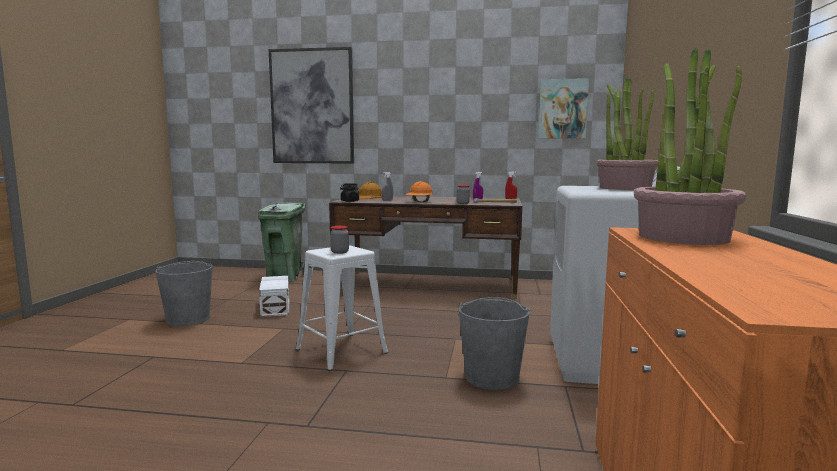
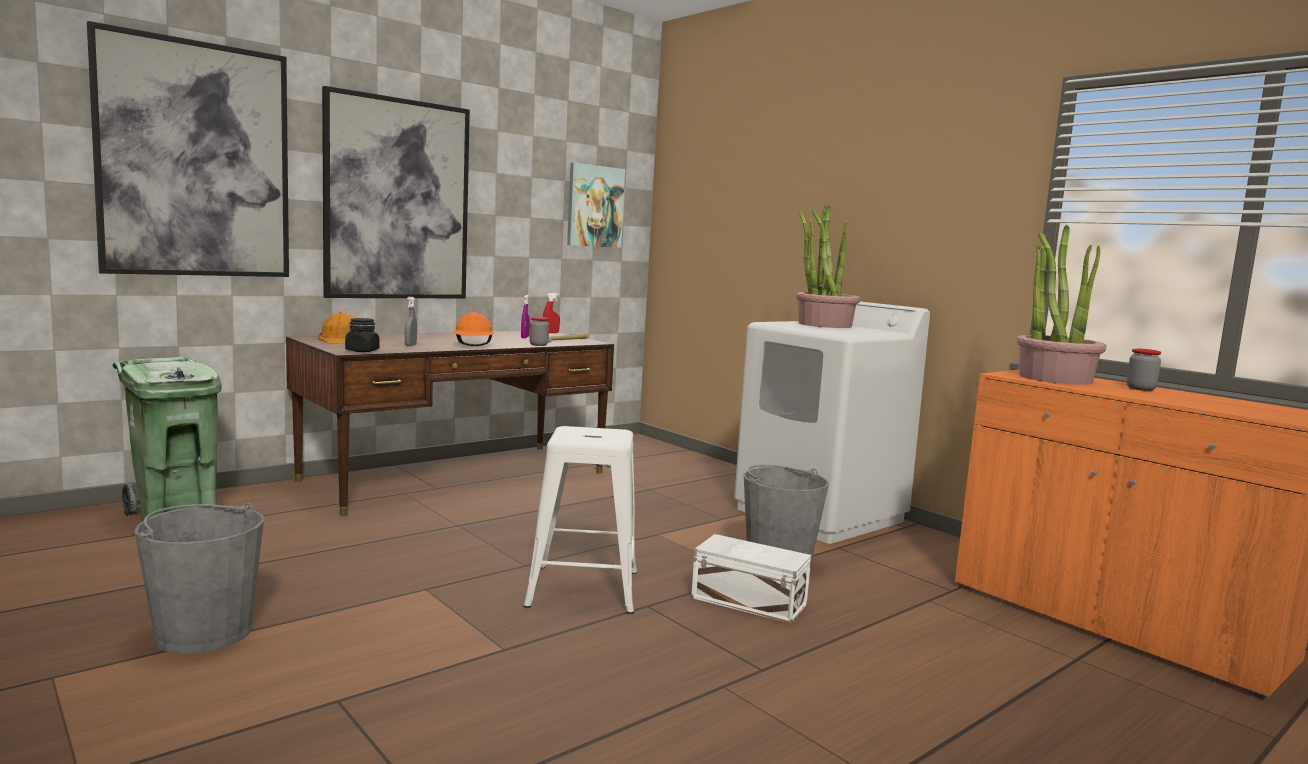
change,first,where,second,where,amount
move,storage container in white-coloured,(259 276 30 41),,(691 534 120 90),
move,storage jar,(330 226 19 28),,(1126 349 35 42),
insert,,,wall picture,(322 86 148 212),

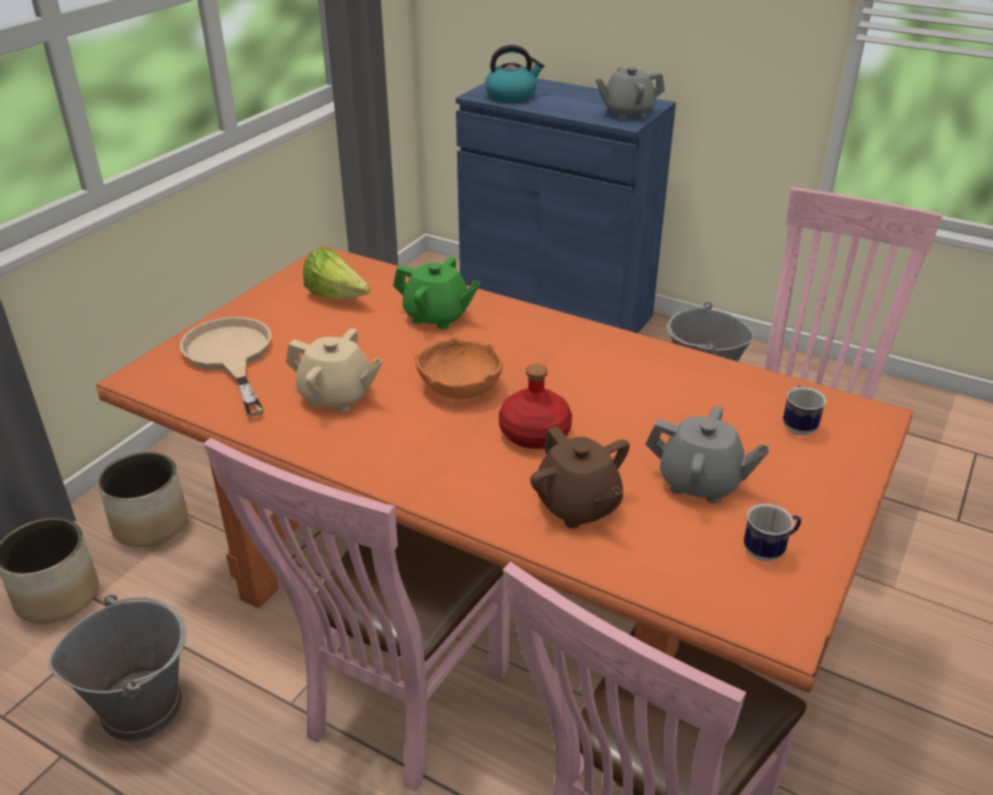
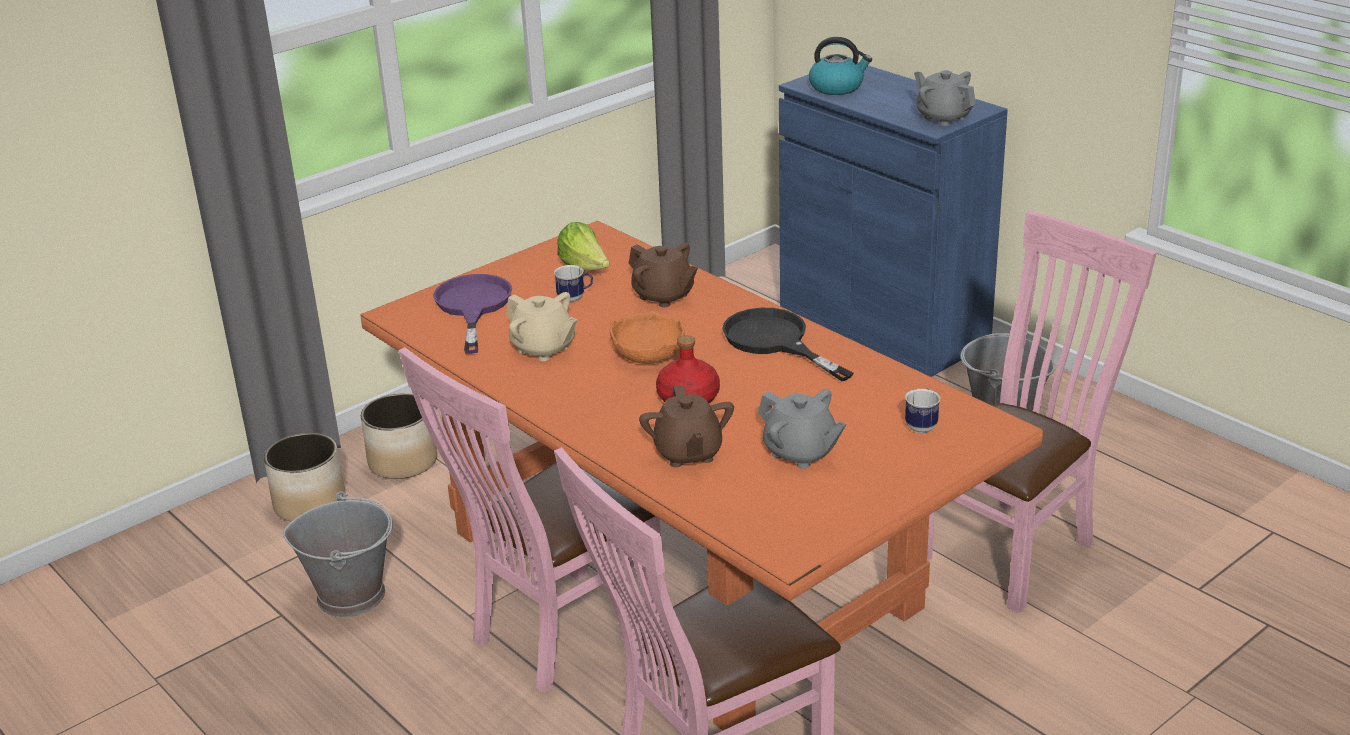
change,first,where,second,where,amount
recolor,skillet in sand-coloured,(180 317 92 100),skillet in purple,(433 274 79 80),
recolor,pot for tea in green-coloured,(393 257 88 72),pot for tea in brown-coloured,(629 243 69 64),
rotate,pot for tea in grey,(596 67 69 52),,(914 70 62 56),45 degrees clockwise
move,tea mug,(744 503 57 58),,(554 265 39 38),
insert,,,skillet in black-coloured,(722 308 131 73),

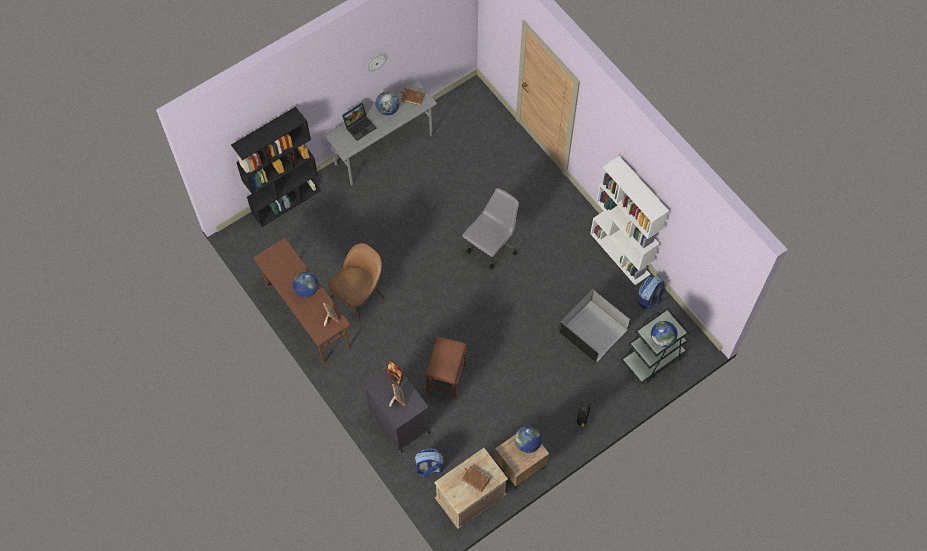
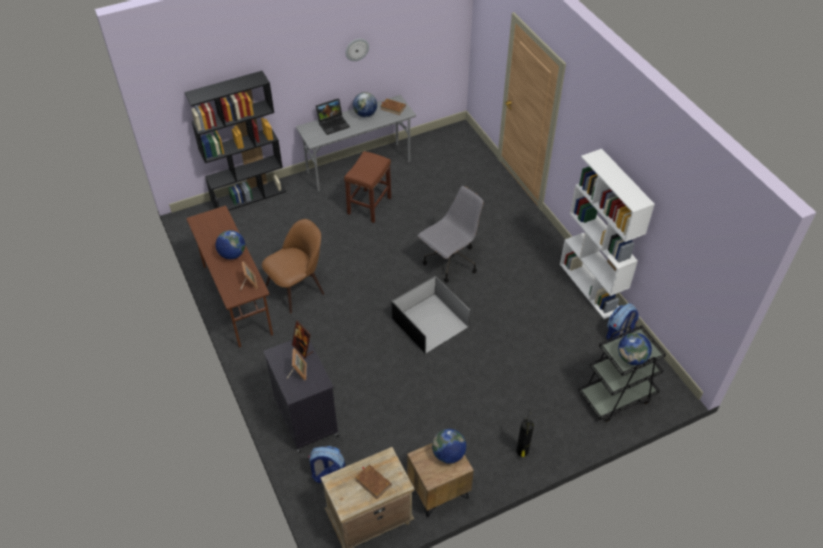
change,first,where,second,where,amount
move,stool seat in brown-coloured,(425 337 42 63),,(344 151 47 72),
move,storage container in black-coloured,(559 289 71 73),,(392 275 78 78),

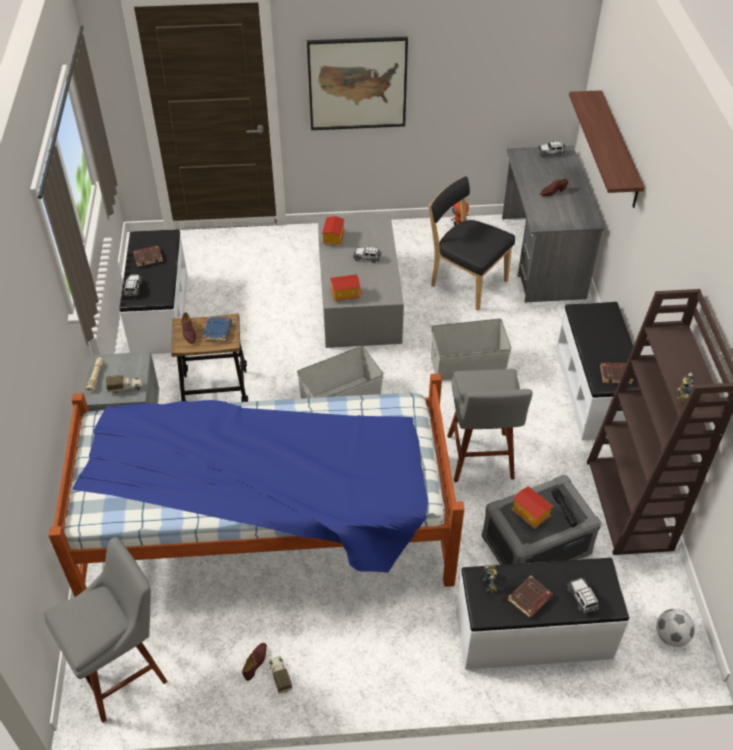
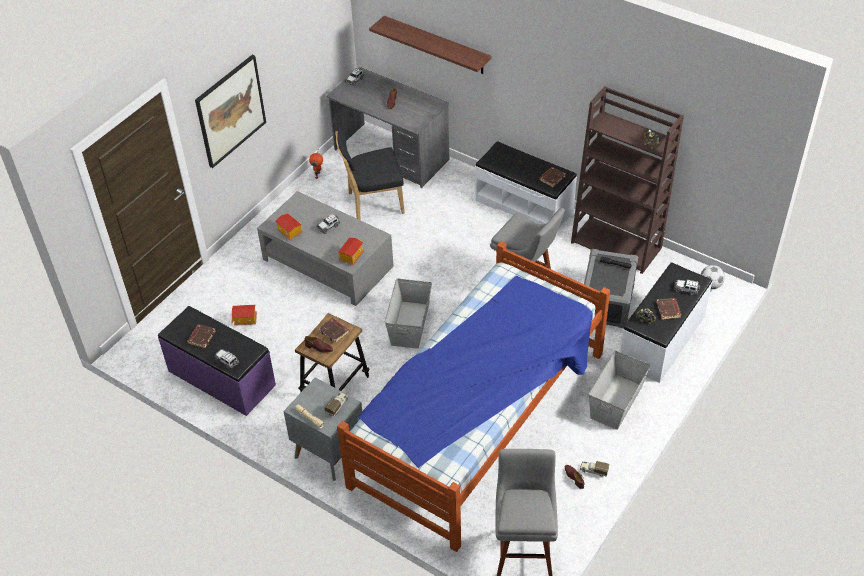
change,first,where,second,where,amount
recolor,bench in white-coloured,(119 229 69 125),bench in purple,(158 306 118 110),
recolor,volume in blue-coloured,(203 317 29 24),volume in brown-coloured,(318 318 32 25),
move,storage container in grey,(431 319 81 61),,(588 351 63 79),
move,miniature house,(512 486 41 43),,(232 305 25 21),

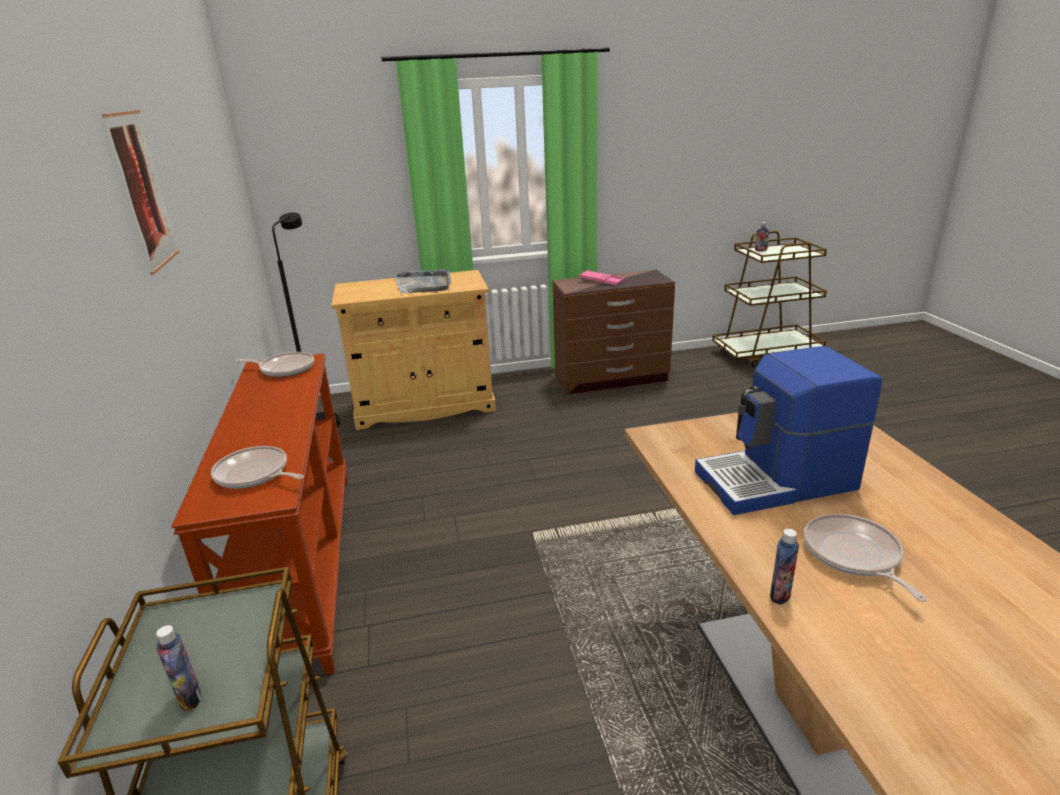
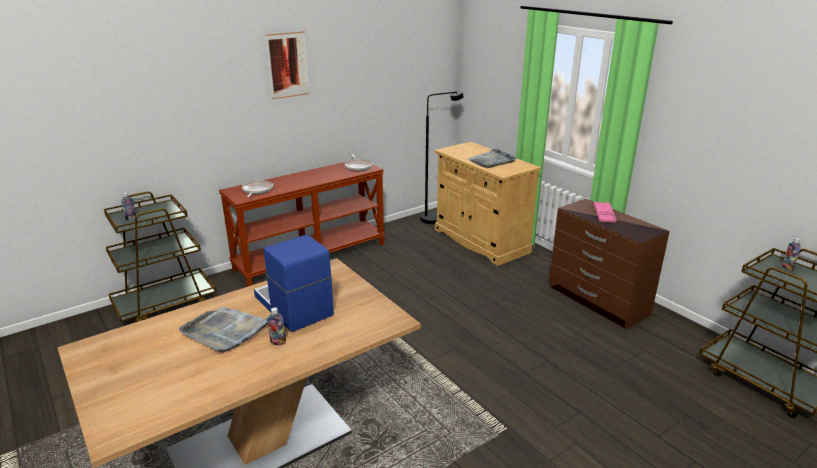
change,first,where,second,where,amount
move,bottle,(770 529 29 76),,(267 307 19 38),
replace,skillet,(804 514 123 88),tray in grey,(179 307 89 46),

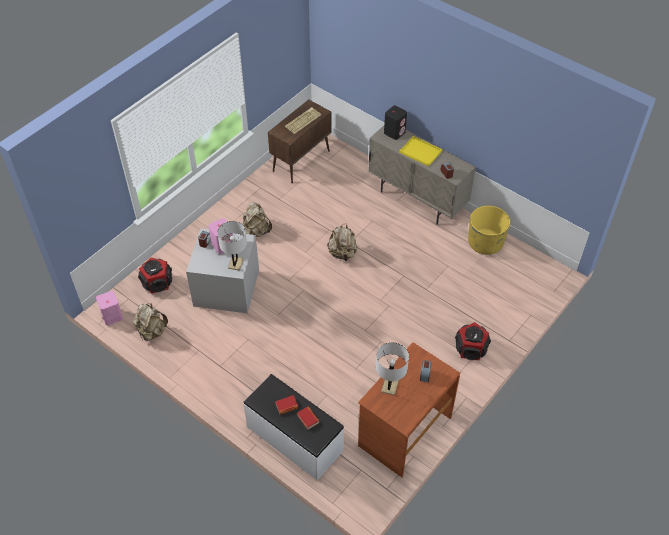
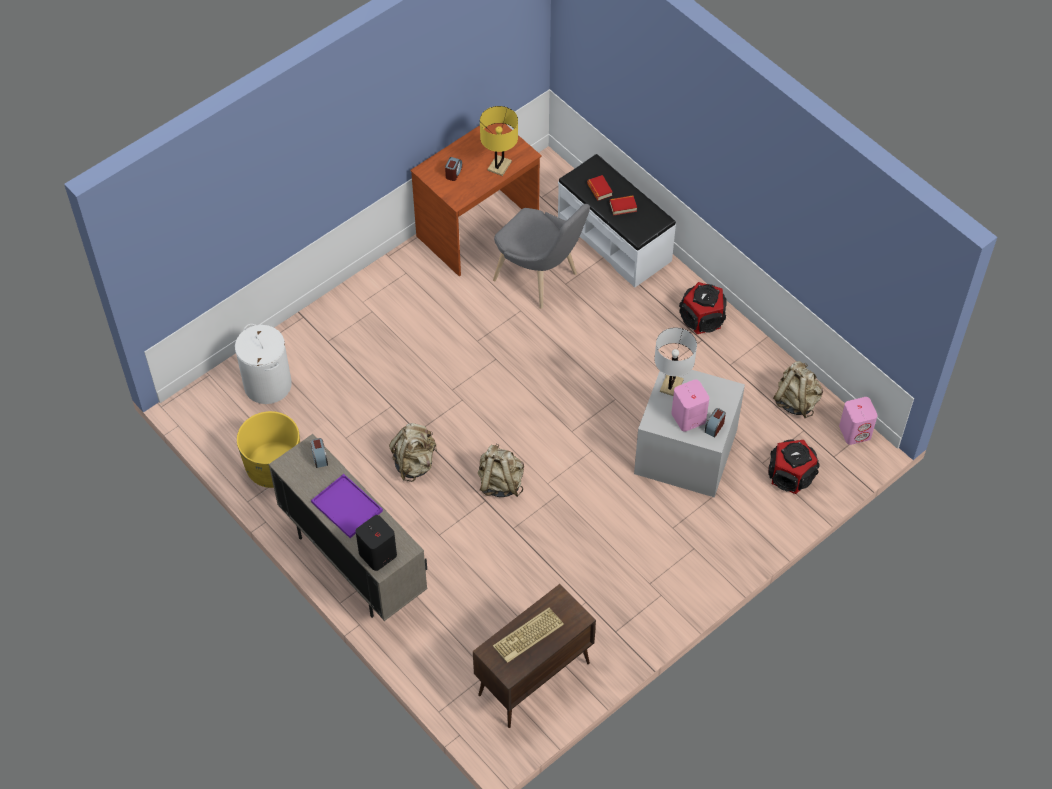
change,first,where,second,where,amount
move,backpack in sand-coloured,(243 202 29 35),,(389 423 48 59),
recolor,tabletop lamp in white-coloured,(376 342 33 54),tabletop lamp in yellow-coloured,(480 106 38 70),
recolor,tray in yellow-coloured,(399 136 43 30),tray in purple,(311 474 72 64),
move,speaker,(455 322 36 38),,(679 282 48 52),
insert,,,hamper in white-coloured,(235 324 57 80),
insert,,,upright chair in grey,(493 204 97 105),

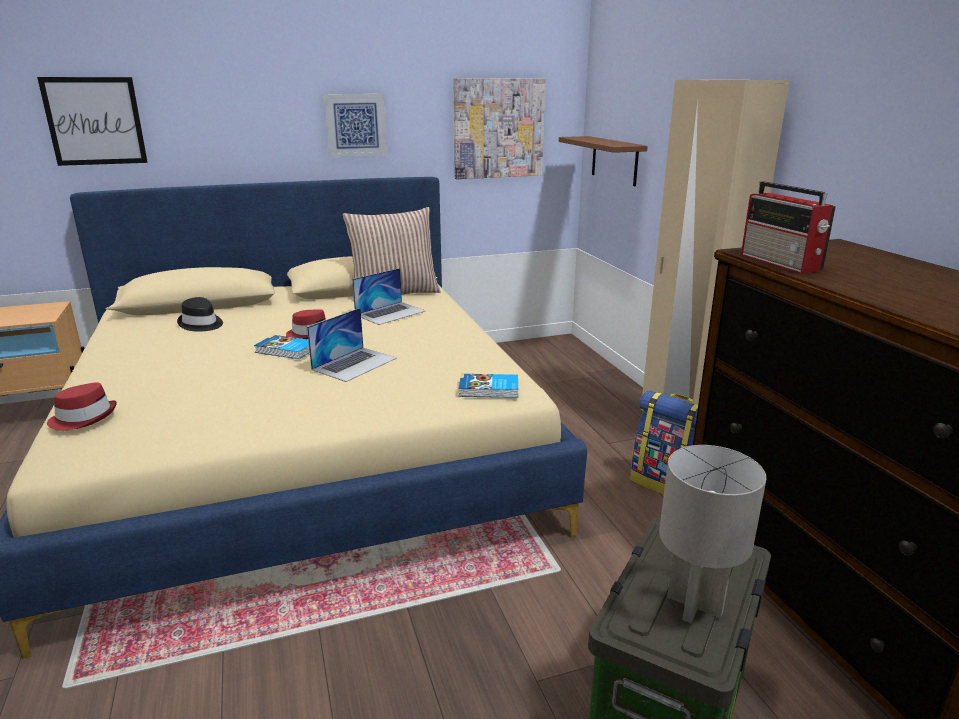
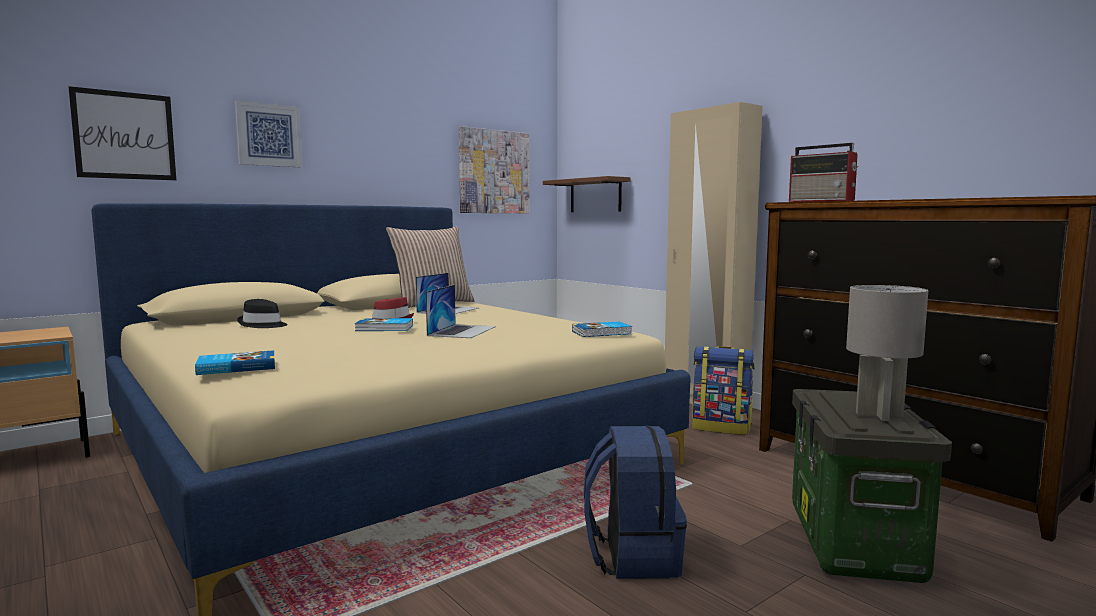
change,first,where,second,where,amount
replace,hat in red-coloured,(47 382 70 49),volume,(195 350 80 25),
move,wall picture,(324 94 63 63),,(235 101 67 66),
insert,,,backpack in blue-coloured,(584 426 103 153),

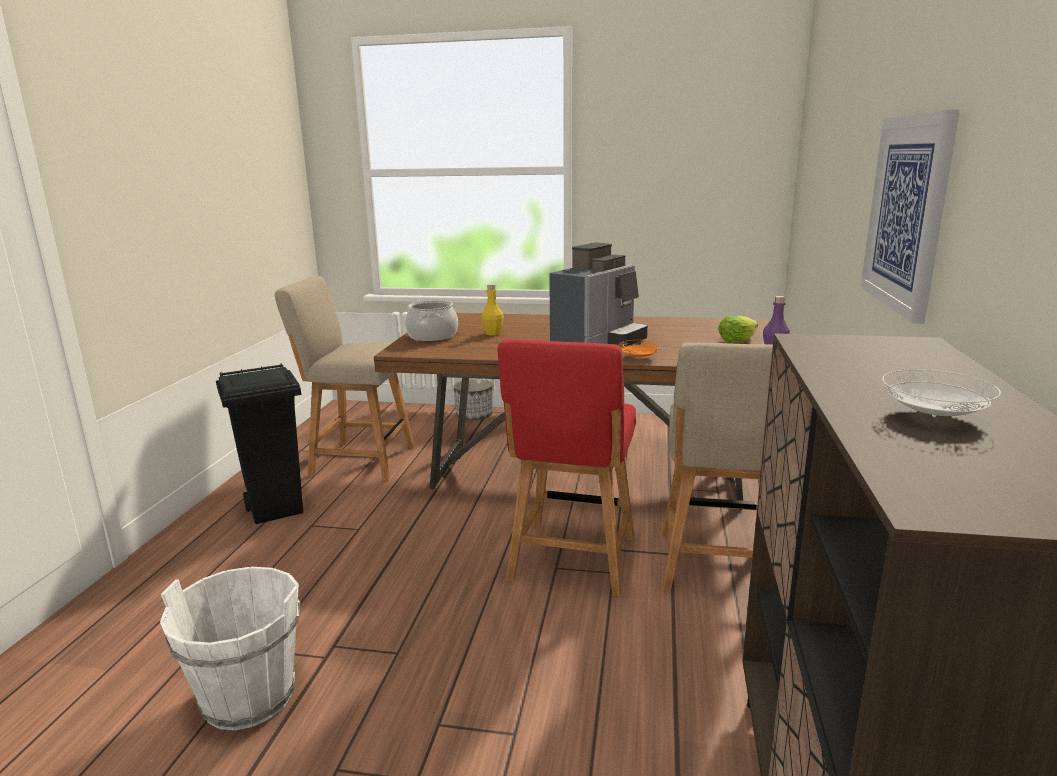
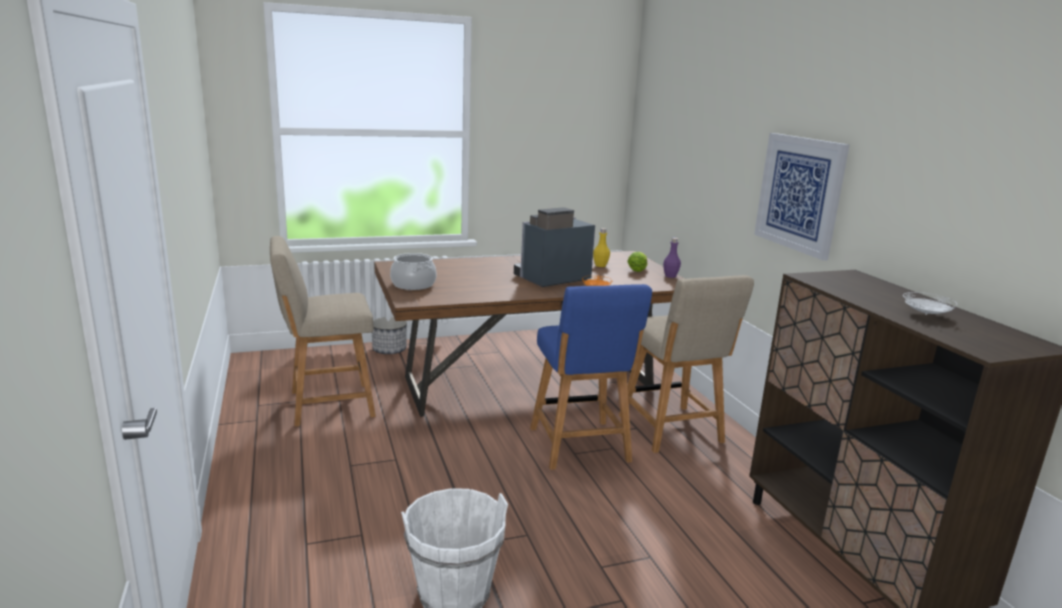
change,first,where,second,where,amount
delete,rubbish bin in black-coloured,(216 363 87 161),,,
move,bottle in yellow-coloured,(481 284 23 51),,(593 228 17 39),
recolor,upright chair in red-coloured,(498 339 138 258),upright chair in blue-coloured,(530 284 122 186),
rotate,coffee brewer,(549 242 99 106),,(514 207 81 80),135 degrees counterclockwise

